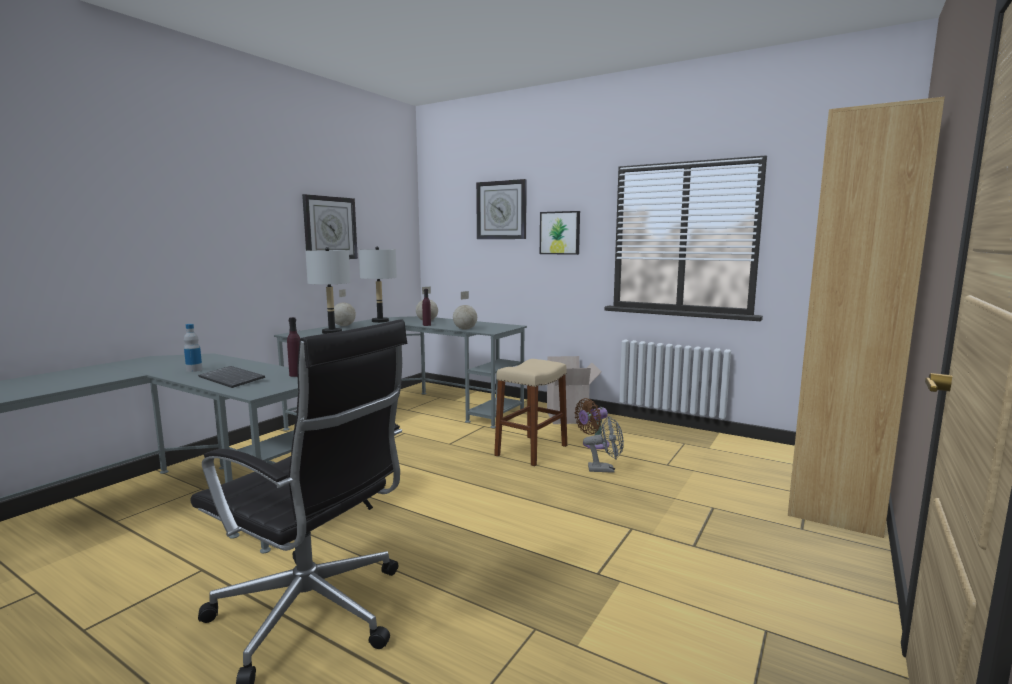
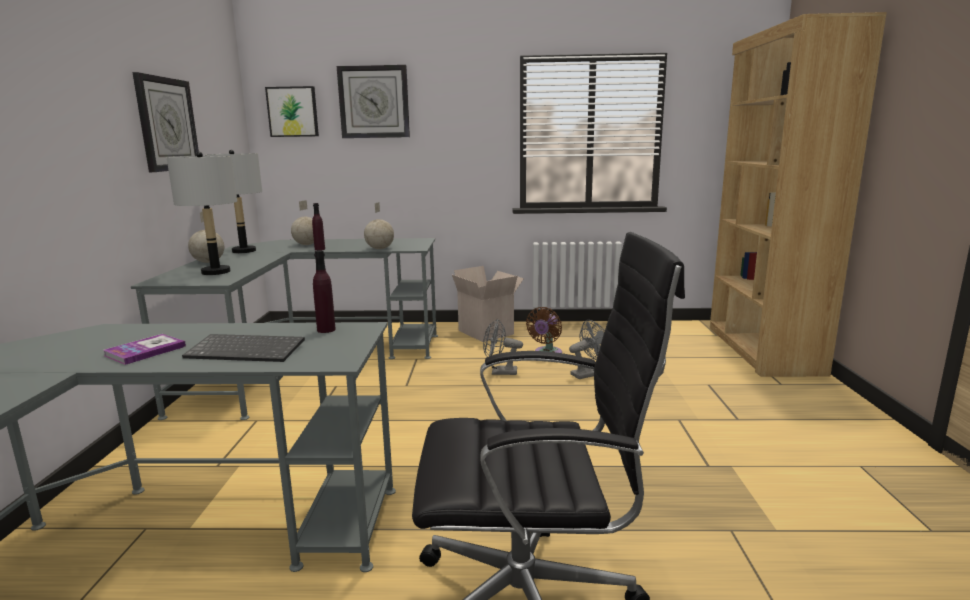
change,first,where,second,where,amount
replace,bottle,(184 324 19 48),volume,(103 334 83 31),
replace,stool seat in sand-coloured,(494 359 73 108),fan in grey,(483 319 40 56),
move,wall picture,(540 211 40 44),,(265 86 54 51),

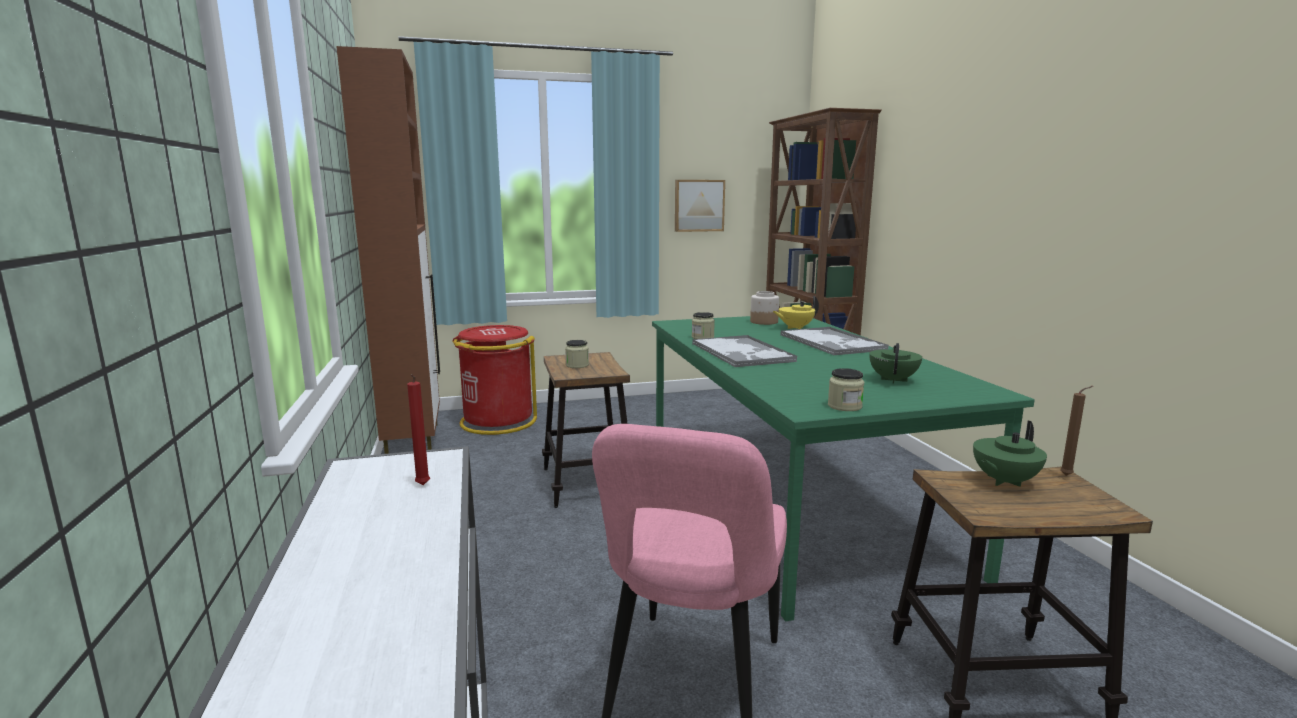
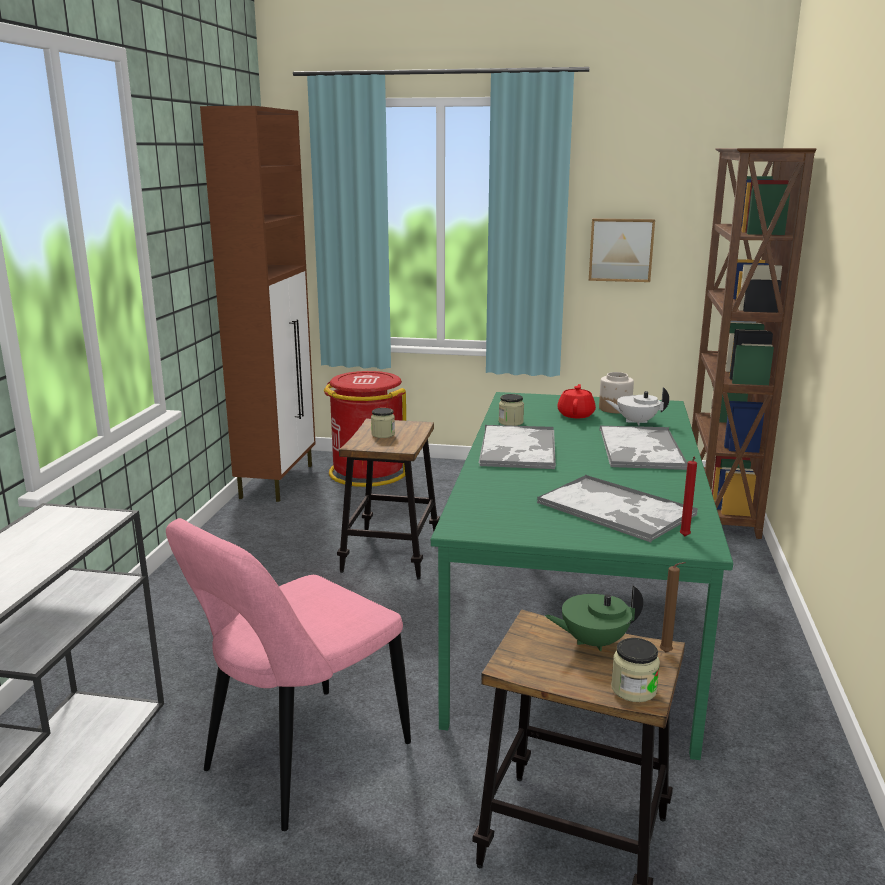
change,first,where,second,where,amount
move,wax candle in red-coloured,(407 374 23 111),,(679 457 18 79),
recolor,pot for tea in yellow-coloured,(773 296 46 33),pot for tea in white-coloured,(605 387 64 38),
move,storage jar,(828 368 36 43),,(611 638 49 64),
replace,pot for tea in green-coloured,(869 343 53 40),tray,(537 475 161 67),
insert,,,pot for tea in red-coloured,(557 384 39 34),

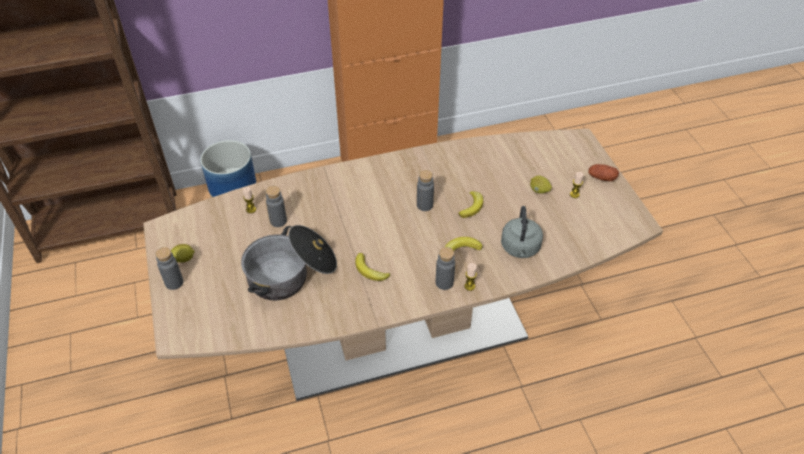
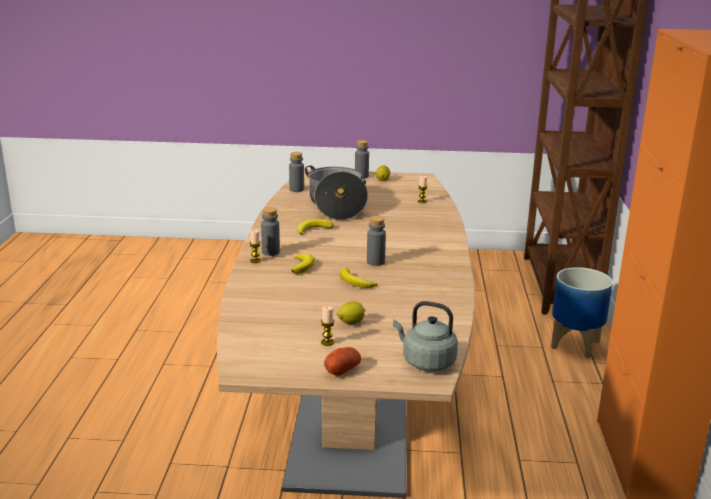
change,first,where,second,where,amount
move,bottle in grey,(266 186 21 41),,(289 152 15 40),
move,tea kettle in grey,(501 206 42 52),,(393 301 65 70),

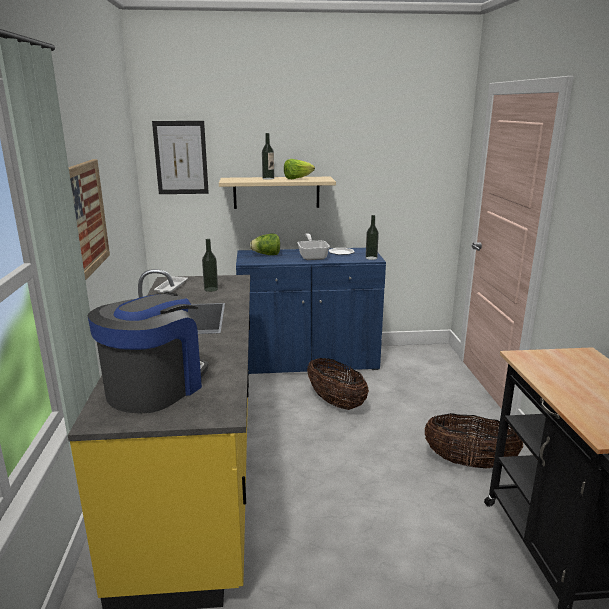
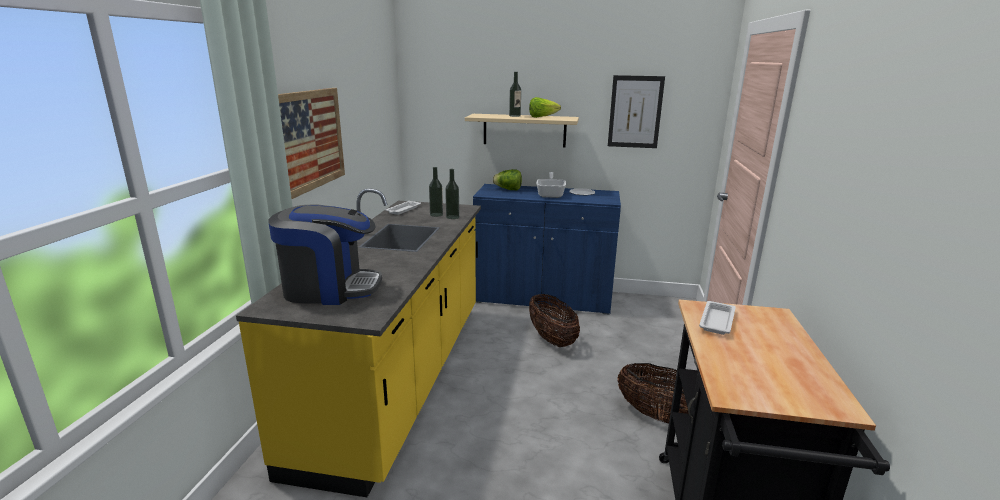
change,first,where,second,where,amount
rotate,coffee brewer,(87 292 121 121),,(268 205 114 100),45 degrees clockwise
move,wall picture,(152 121 57 73),,(608 75 57 73),
move,bottle,(366 215 13 45),,(445 169 14 50),
insert,,,tray in white-coloured,(699 301 37 34),

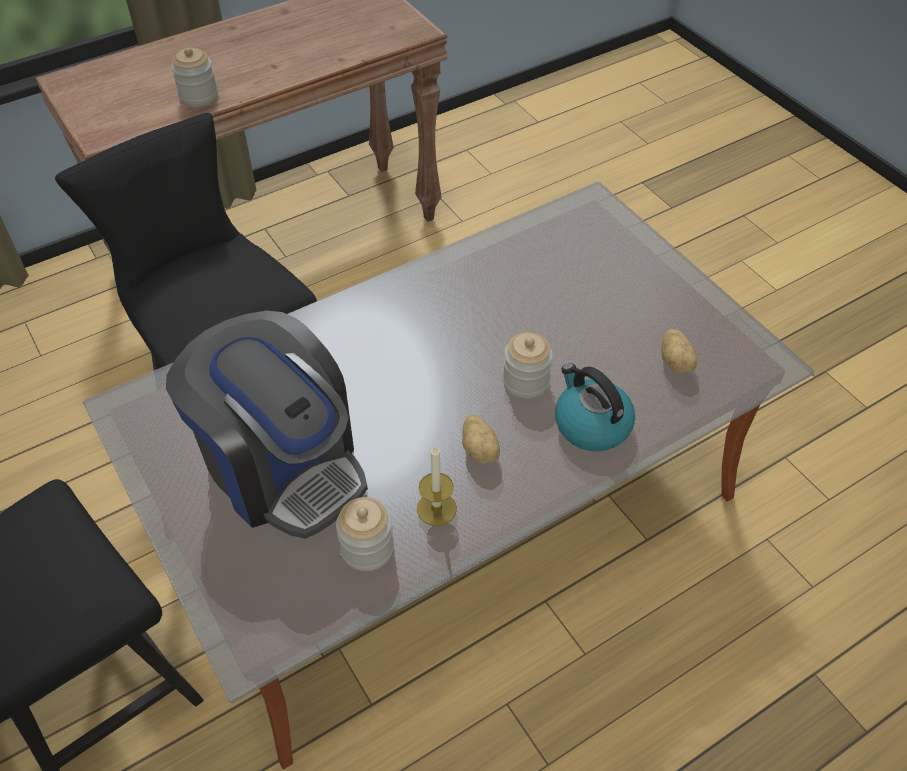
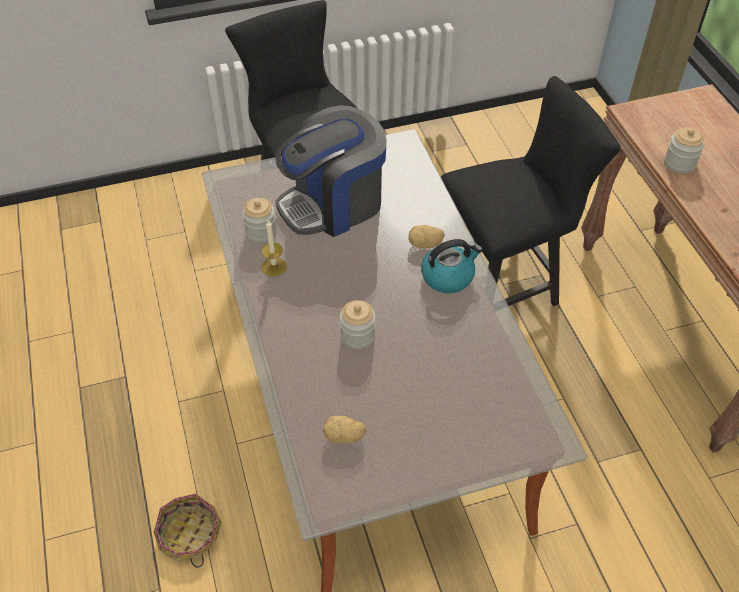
change,first,where,second,where,amount
move,spud,(462 414 38 50),,(409 225 36 23),
move,tea kettle,(555 363 80 88),,(421 239 61 54),
insert,,,household basket,(153 494 69 74),

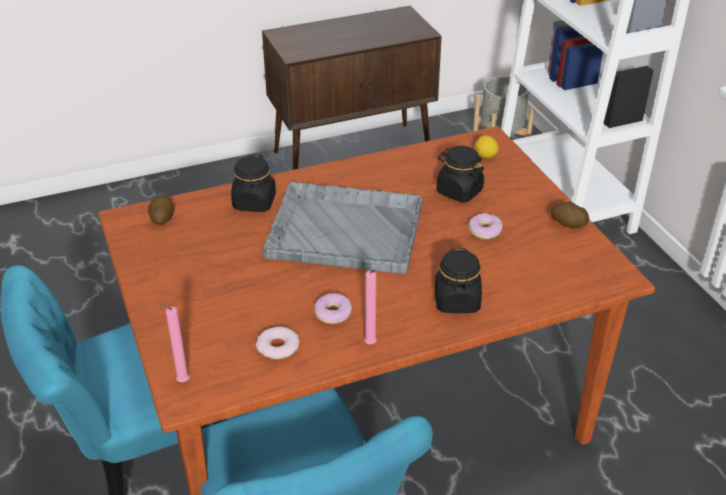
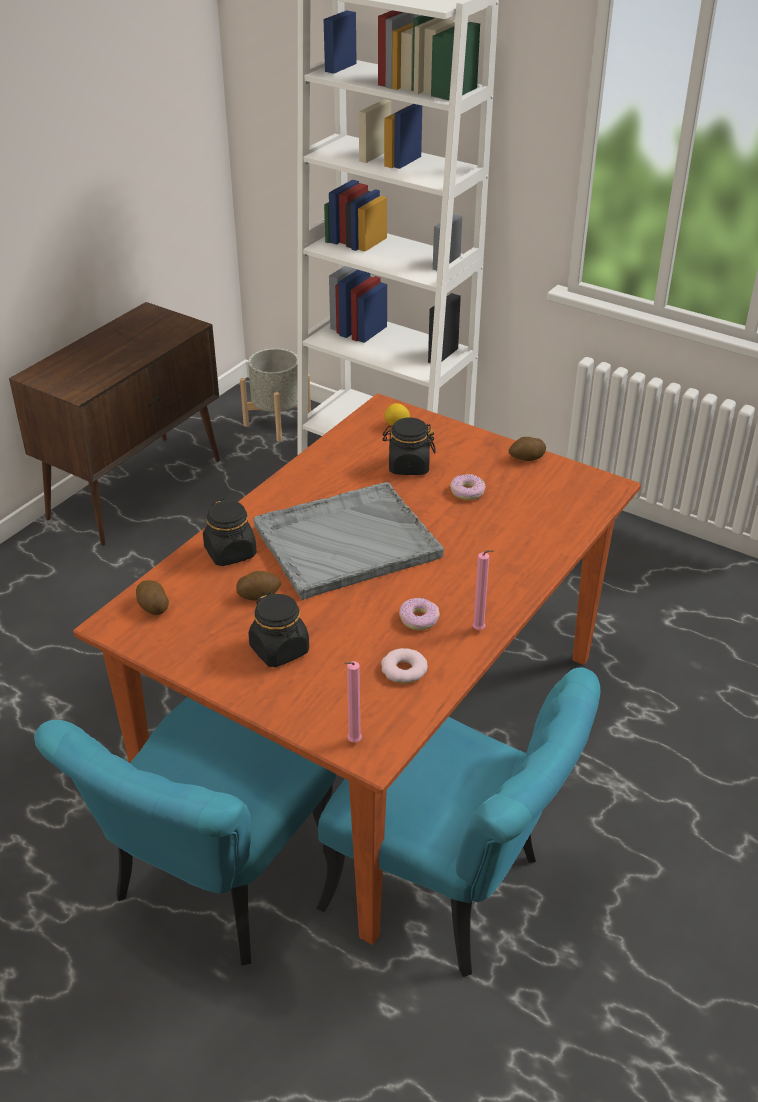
change,first,where,second,where,amount
move,storage jar in black-coloured,(435 248 47 65),,(249 592 60 75),
insert,,,spud,(236 571 45 30),

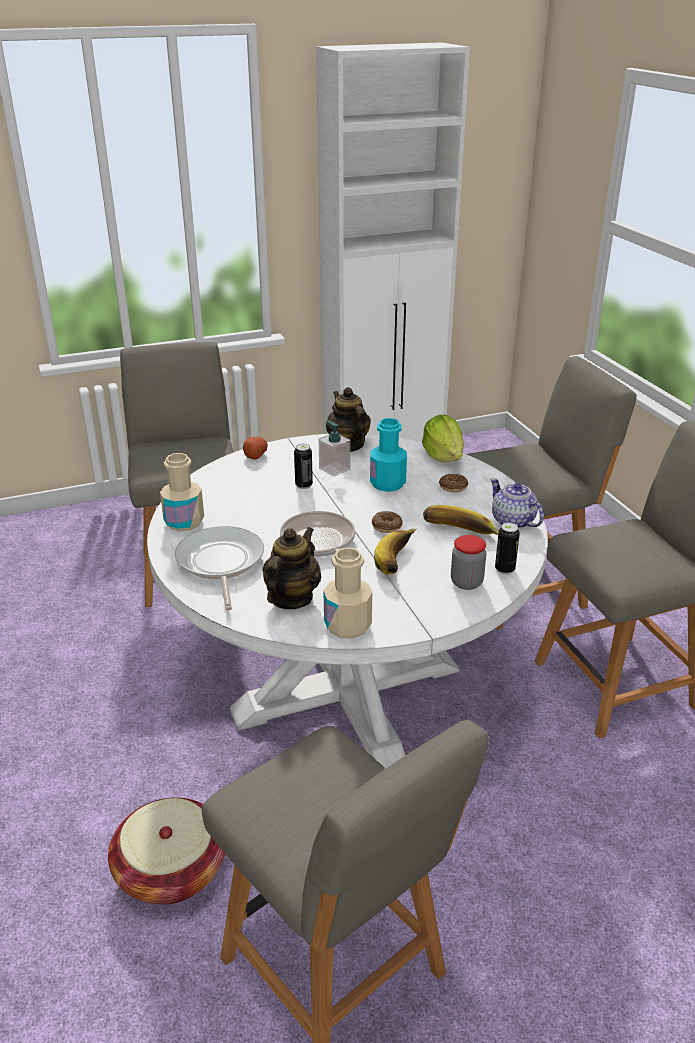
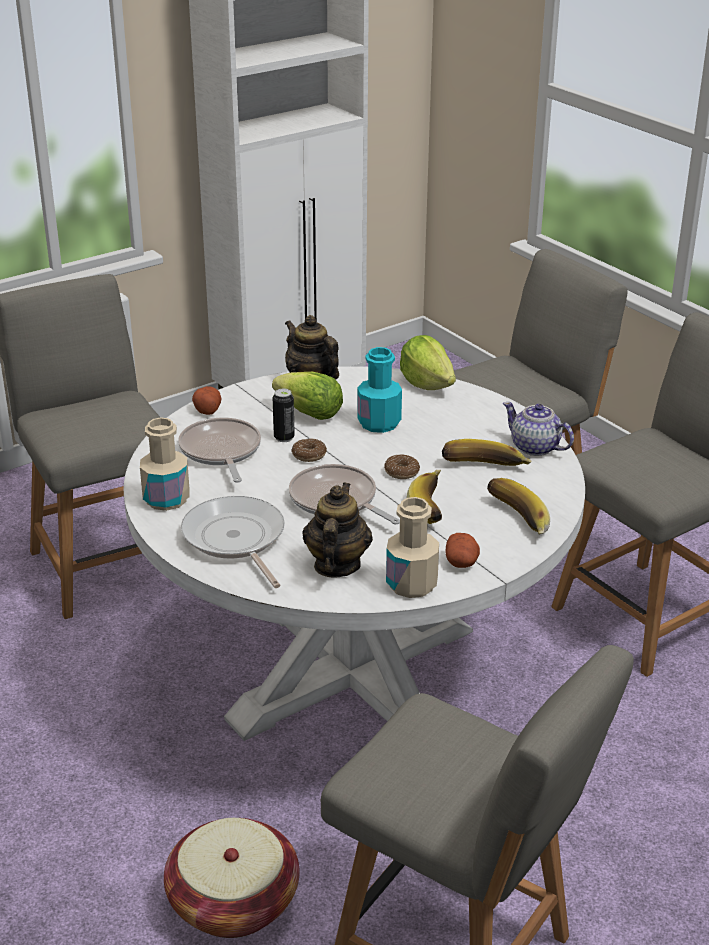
change,first,where,second,where,amount
replace,soap bottle,(319 420 32 57),lettuce,(272 372 71 48),
move,ring doughnut,(439 474 29 18),,(291 439 36 23),
replace,storage jar,(451 535 35 55),banana,(487 478 63 57),
delete,can,(495 523 25 51),,,
insert,,,skillet,(178 418 83 65),
insert,,,spud,(446 533 34 35),

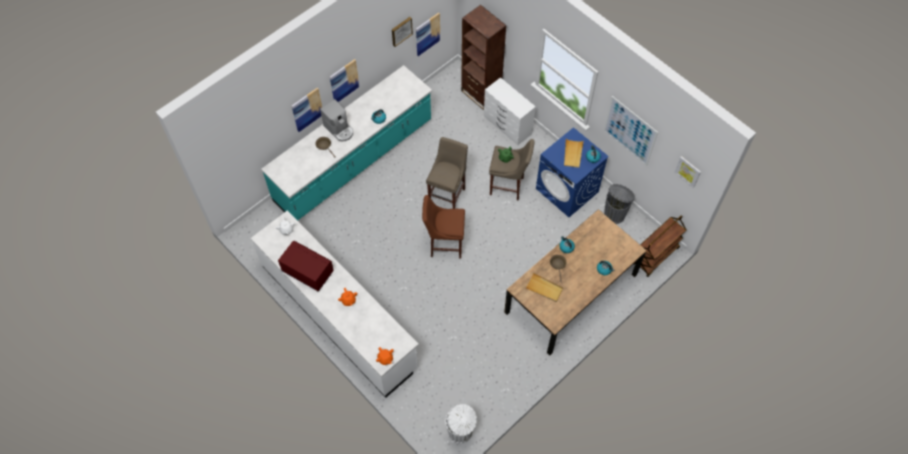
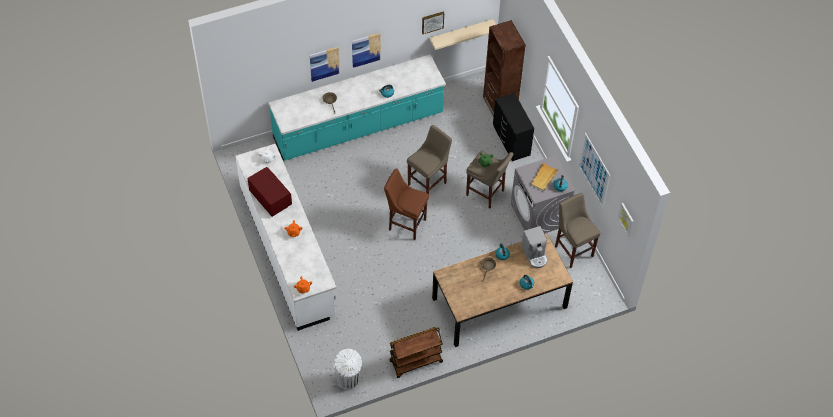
change,first,where,second,where,amount
move,coffee brewer,(320 99 33 42),,(521 226 27 42),
replace,wall picture,(416 13 24 43),wall shelf in sand-coloured,(429 19 67 31),
recolor,drawer chest in white-coloured,(484 77 52 68),drawer chest in black-coloured,(493 93 41 68),
delete,tray in sand-coloured,(526 273 37 29),,,
recolor,laundry appliance in blue-coloured,(536 127 73 90),laundry appliance in grey,(511 155 65 79),
replace,rubbish bin in grey,(604 184 31 40),stool seat in sand-coloured,(555 193 46 75),
move,wheeled cart in brown-coloured,(633 215 53 62),,(389 327 54 51),

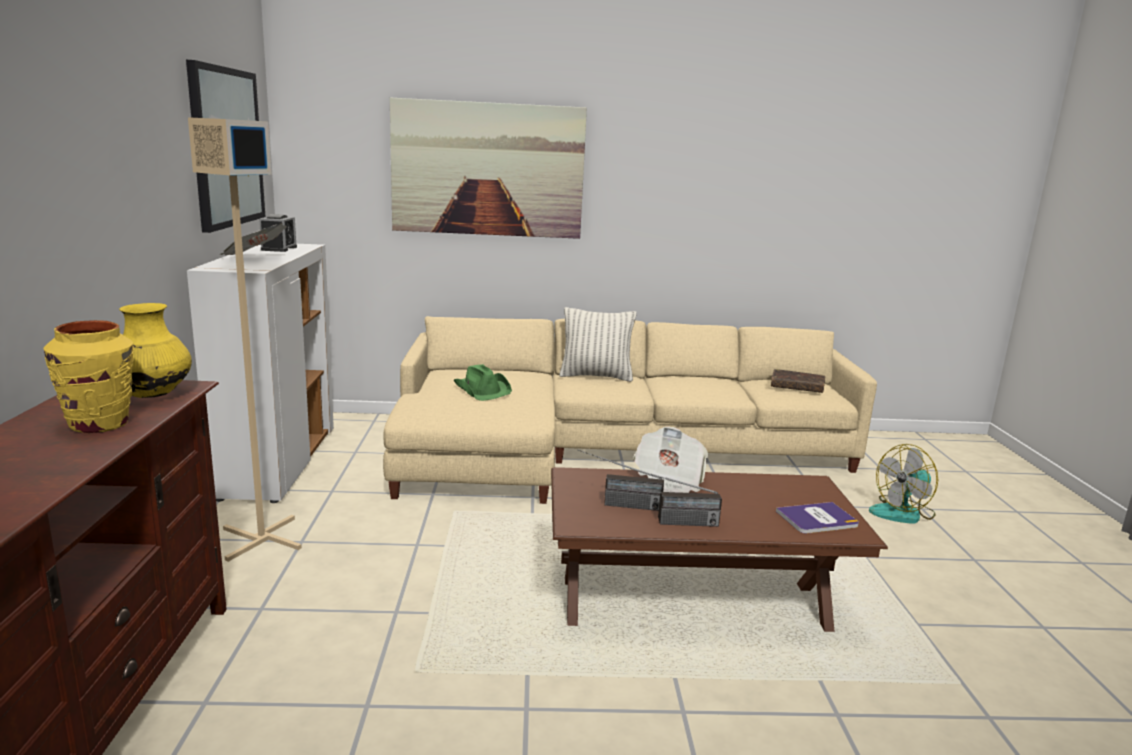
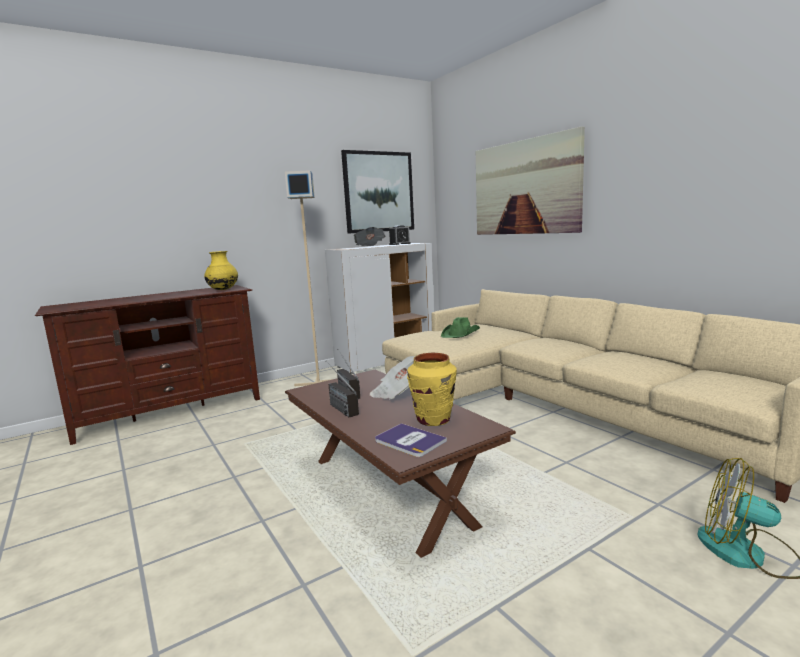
change,first,where,second,where,amount
move,flower vase in yellow-coloured,(44 320 90 113),,(407 353 50 73),
delete,pillow,(559 307 78 75),,,
delete,volume in brown-coloured,(771 369 54 24),,,

